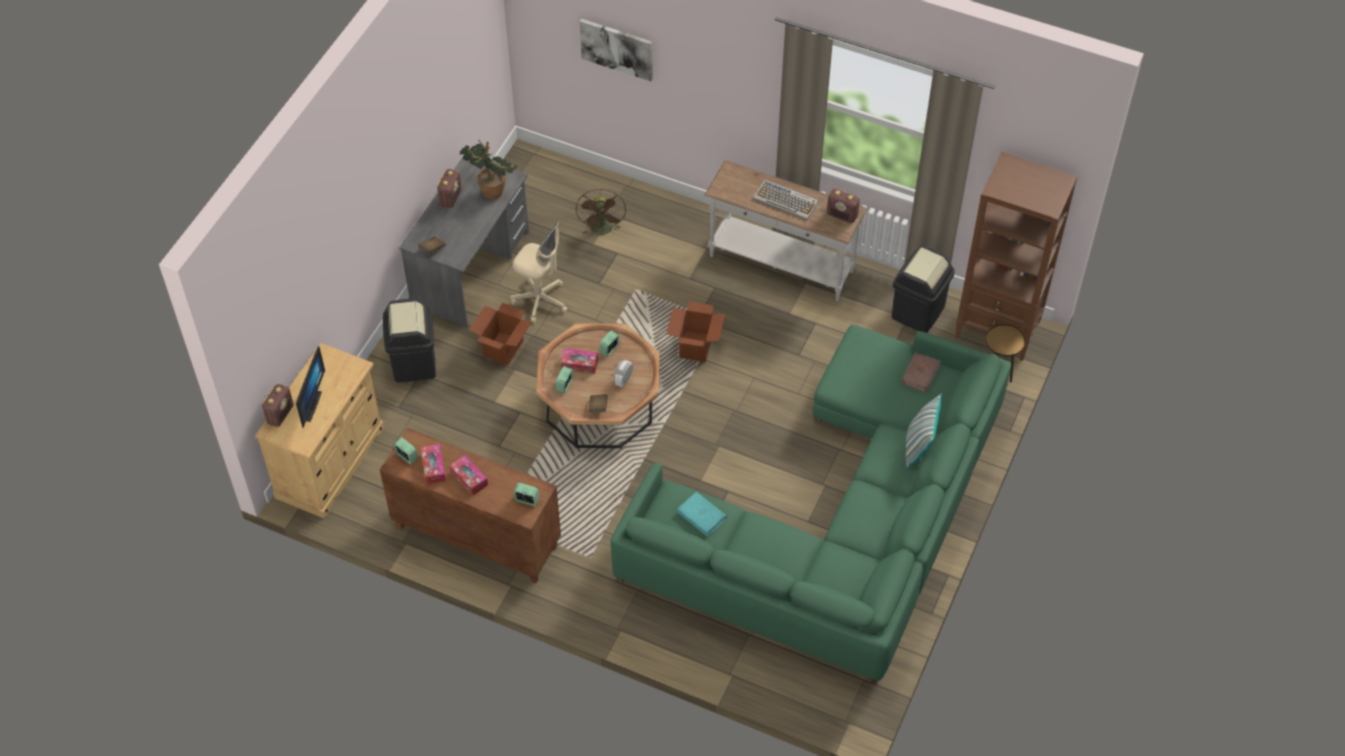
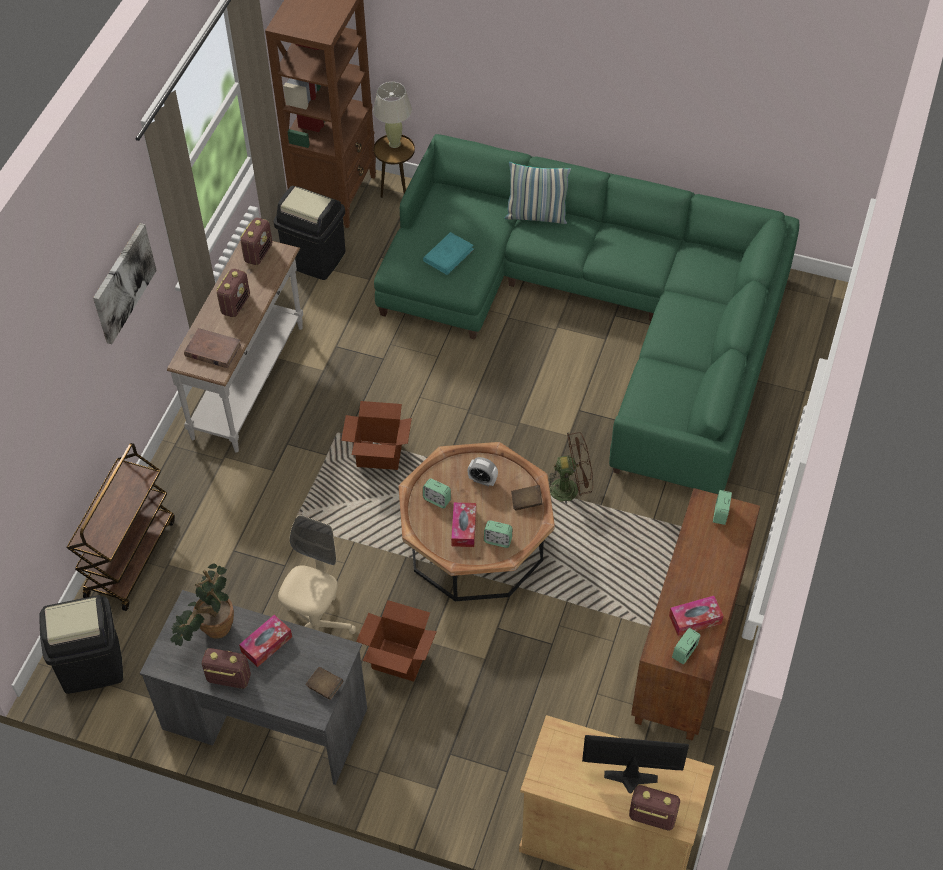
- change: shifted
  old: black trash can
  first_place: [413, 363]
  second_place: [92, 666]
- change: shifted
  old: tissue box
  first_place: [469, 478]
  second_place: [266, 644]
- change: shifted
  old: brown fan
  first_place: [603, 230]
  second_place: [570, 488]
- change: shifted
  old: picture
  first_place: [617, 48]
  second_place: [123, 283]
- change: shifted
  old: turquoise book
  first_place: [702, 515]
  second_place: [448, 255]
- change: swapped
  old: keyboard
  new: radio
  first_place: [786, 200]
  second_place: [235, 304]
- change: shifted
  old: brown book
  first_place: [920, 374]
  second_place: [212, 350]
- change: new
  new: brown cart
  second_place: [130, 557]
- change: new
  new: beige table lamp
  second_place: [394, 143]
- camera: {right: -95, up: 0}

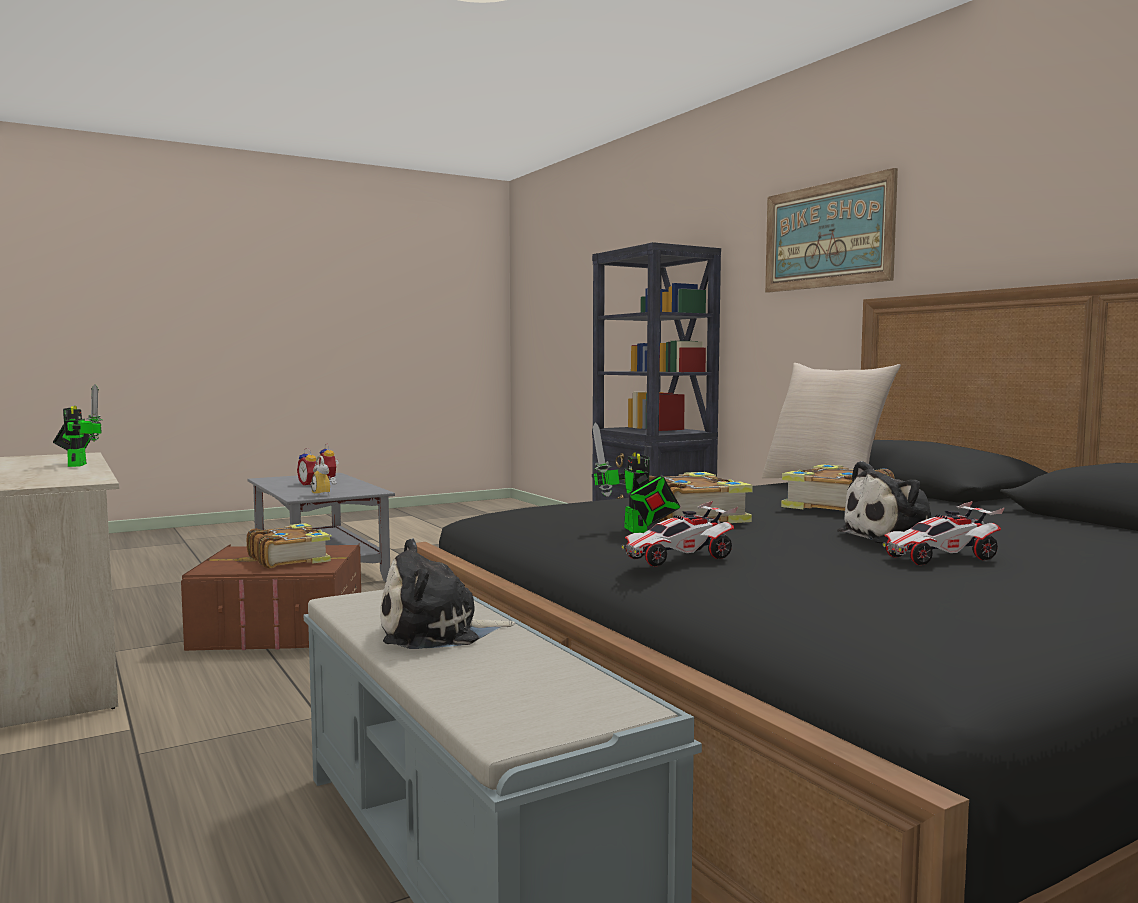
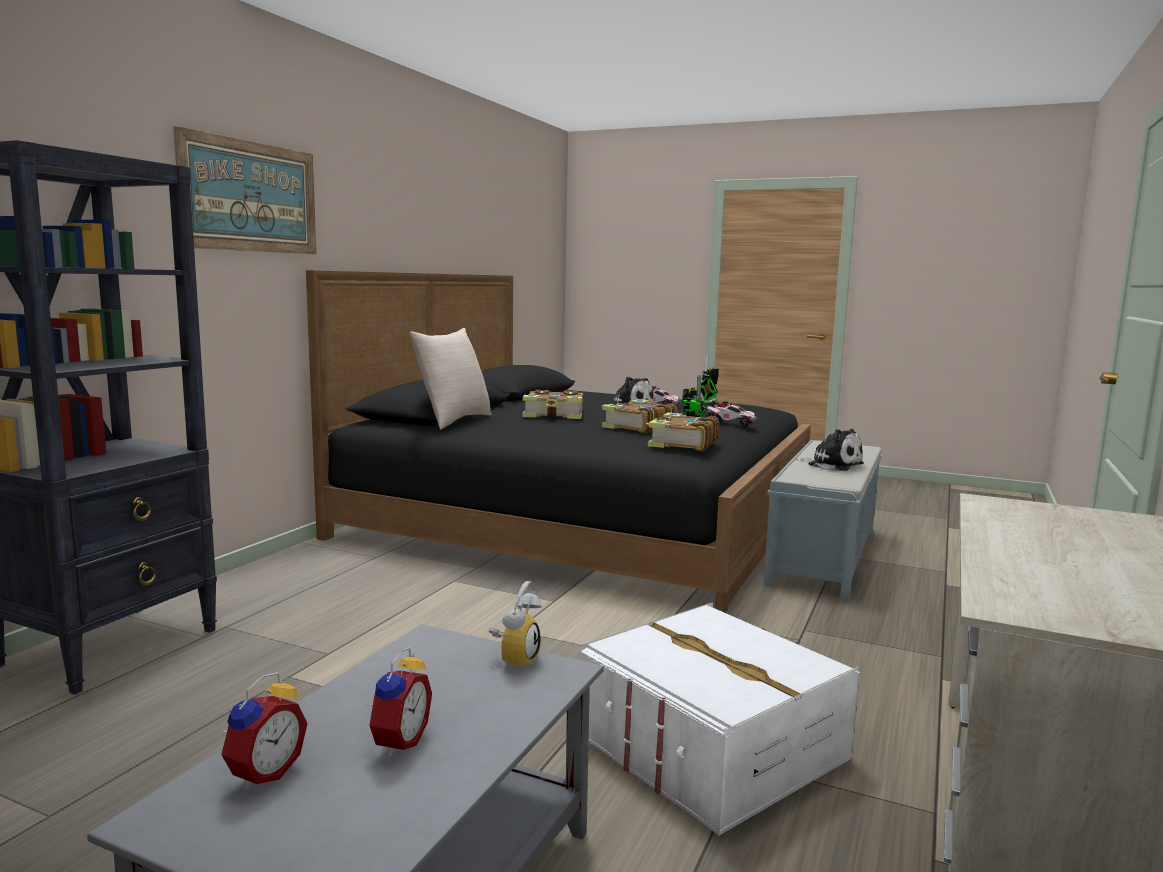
- change: shifted
  old: toy robot
  first_place: [78, 464]
  second_place: [708, 402]
- change: repainted
  old: brown storage box
  new: white storage box
  first_place: [280, 628]
  second_place: [712, 748]
- change: shifted
  old: book
  first_place: [289, 559]
  second_place: [682, 444]
- camera: {right: -125, up: 5}

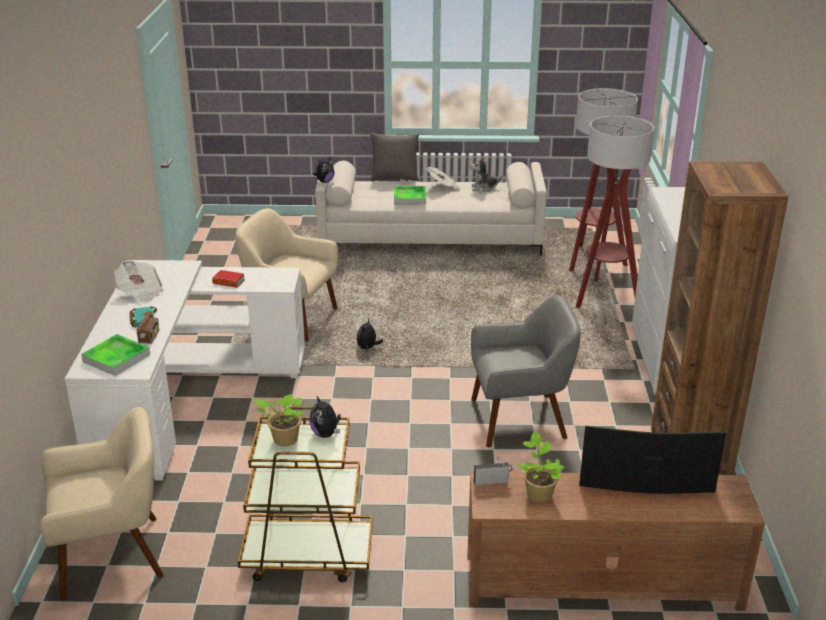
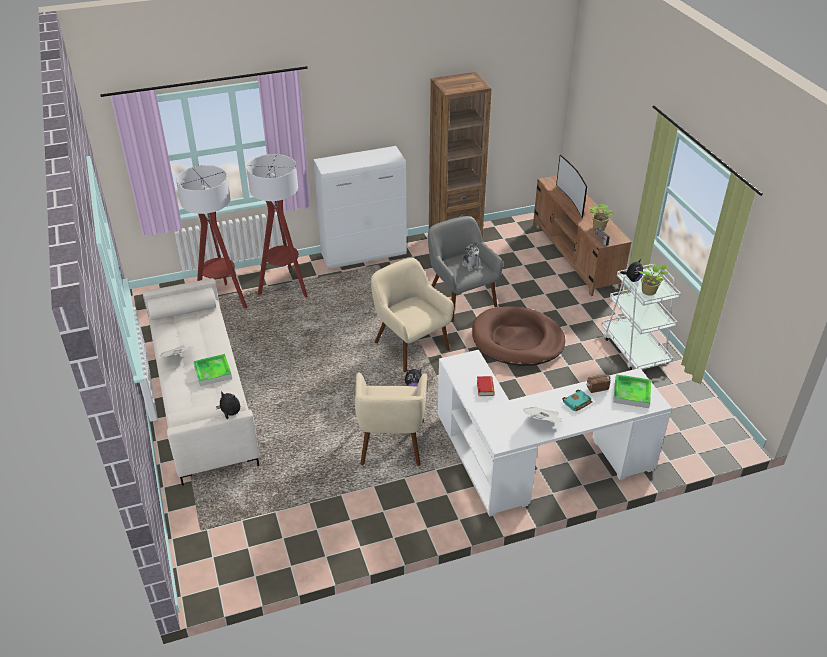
- change: shifted
  old: beige armchair
  first_place: [113, 556]
  second_place: [410, 346]
- change: repainted
  old: brown cart
  new: white cart
  first_place: [307, 555]
  second_place: [634, 349]
- change: gone
  old: grey pillow
  first_place: [394, 178]
- change: shifted
  old: plush toy
  first_place: [483, 188]
  second_place: [471, 264]
- change: new
  new: brown dog bed
  second_place: [517, 340]
- camera: {right: -110, up: 10}

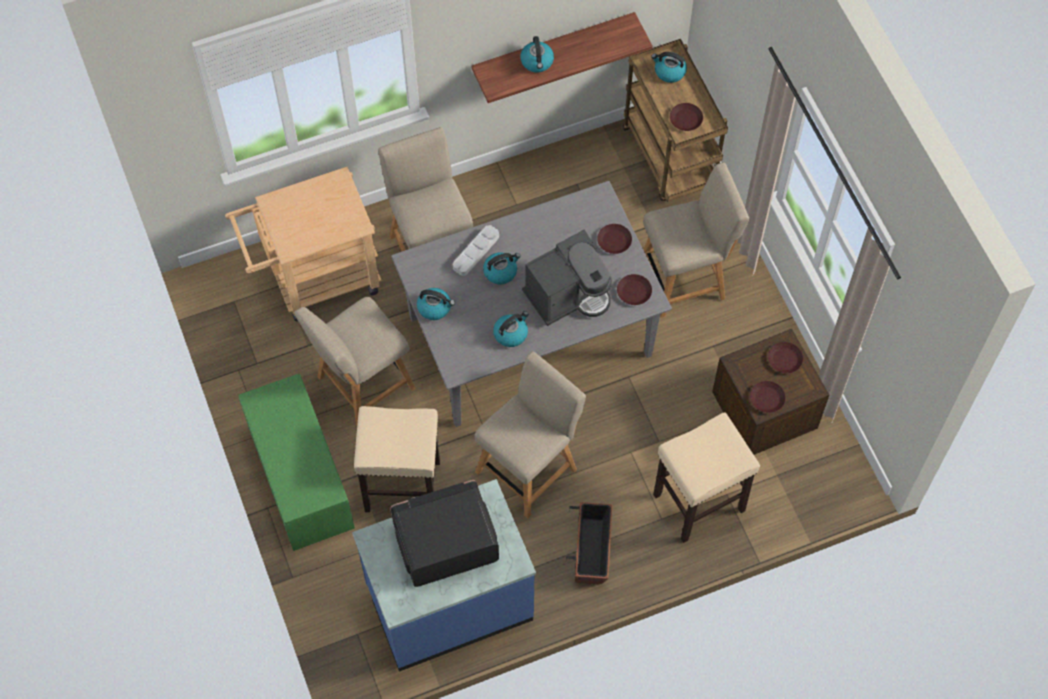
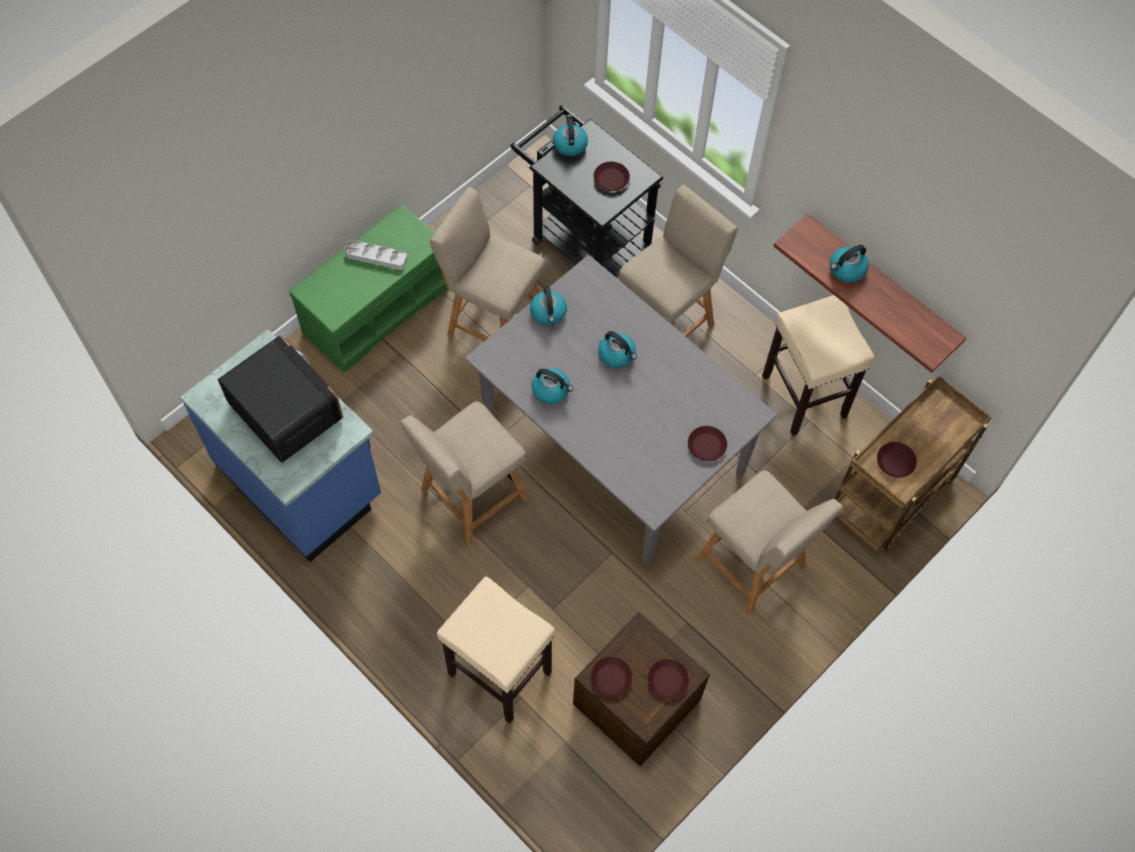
- change: repainted
  old: beige cart
  new: black cart
  first_place: [315, 280]
  second_place: [583, 239]
- change: shifted
  old: beige stool
  first_place: [403, 485]
  second_place: [805, 397]
- change: shifted
  old: grey tray
  first_place: [476, 252]
  second_place: [376, 257]
- change: rotated
  old: beige chair
  first_place: [529, 467]
  second_place: [470, 497]
  degrees: 120
- change: gone
  old: coffee machine
  first_place: [568, 295]
- change: gone
  old: planter
  first_place: [591, 550]
- change: shifted
  old: brown plate
  first_place: [634, 292]
  second_place: [611, 179]
- change: shifted
  old: kettle
  first_place: [669, 72]
  second_place: [570, 144]
- camera: {right: 65, up: 0}

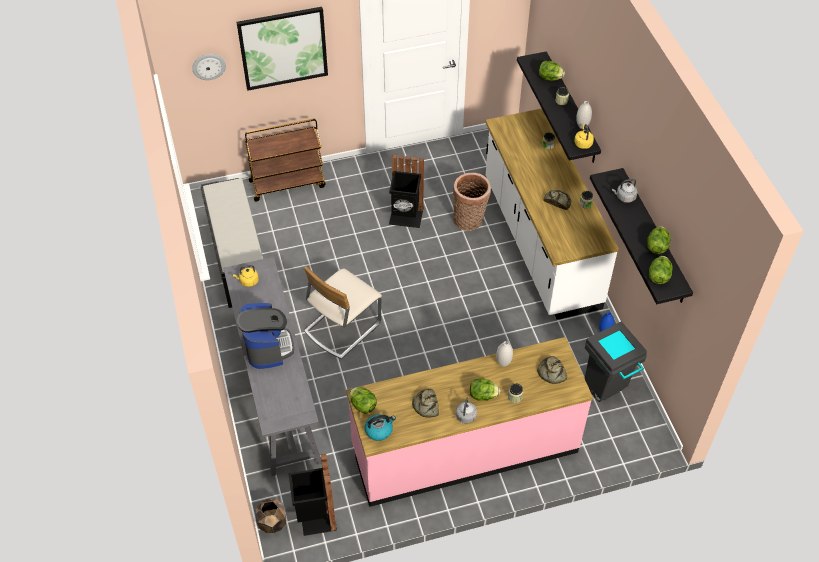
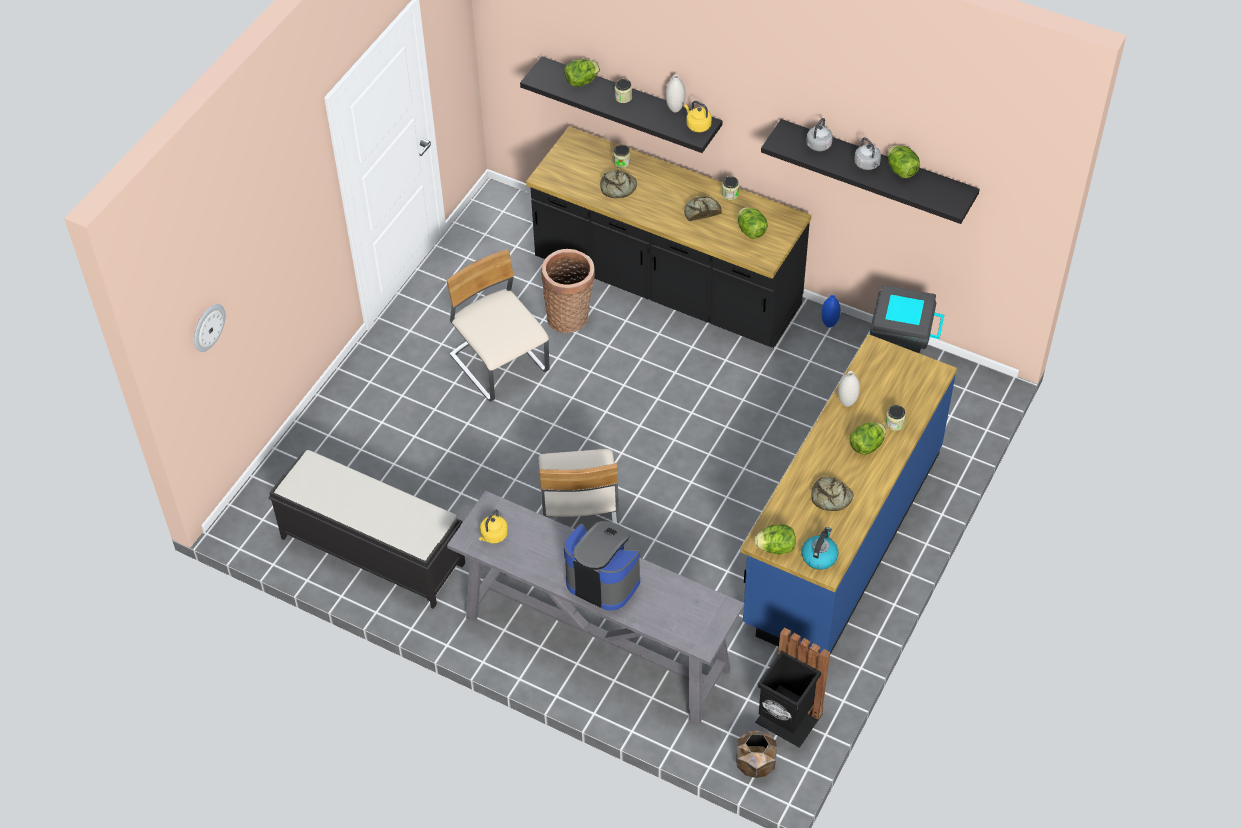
- change: gone
  old: picture
  first_place: [283, 48]
- change: gone
  old: brown cart
  first_place: [288, 183]
- change: repainted
  old: pink counter
  new: blue counter
  first_place: [464, 449]
  second_place: [841, 538]
- change: swapped
  old: black trash can
  new: beige chair
  first_place: [406, 217]
  second_place: [500, 364]
- change: shifted
  old: grey kettle
  first_place: [465, 417]
  second_place: [867, 164]
- change: repainted
  old: white counter
  new: black counter
  first_place: [539, 243]
  second_place: [666, 286]
- change: shifted
  old: bread
  first_place: [551, 372]
  second_place: [617, 188]
- change: shifted
  old: lettuce
  first_place: [658, 276]
  second_place: [751, 231]
- camera: {right: -45, up: 0}

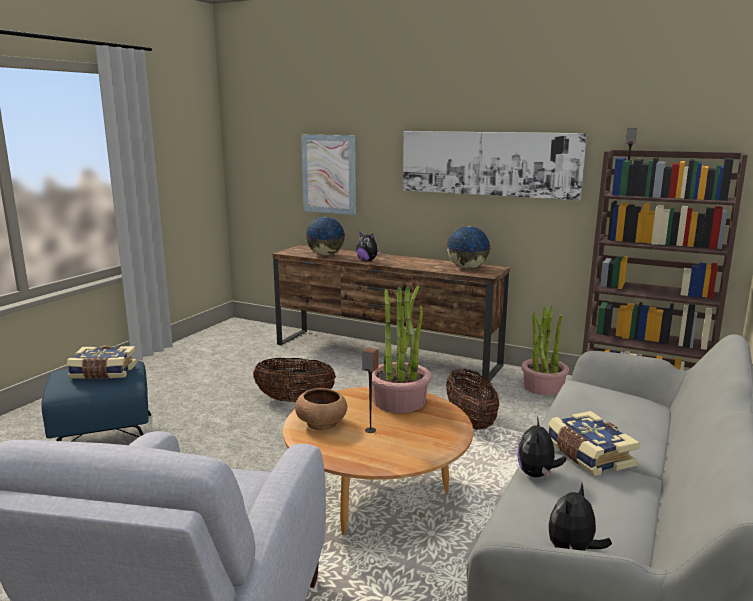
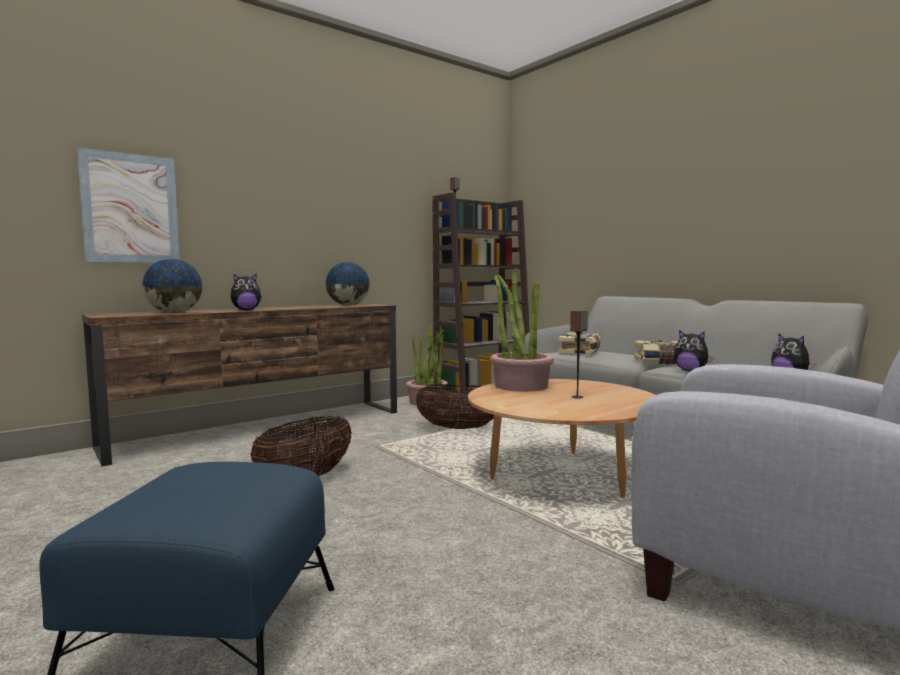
- change: shifted
  old: book
  first_place: [103, 373]
  second_place: [580, 352]
- change: gone
  old: brown bowl
  first_place: [322, 423]
- change: gone
  old: picture
  first_place: [488, 163]
- camera: {right: -65, up: -10}

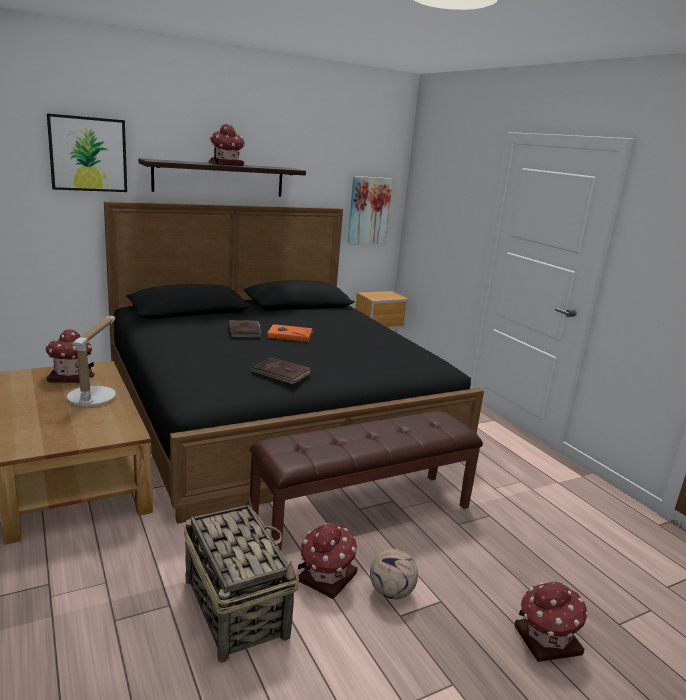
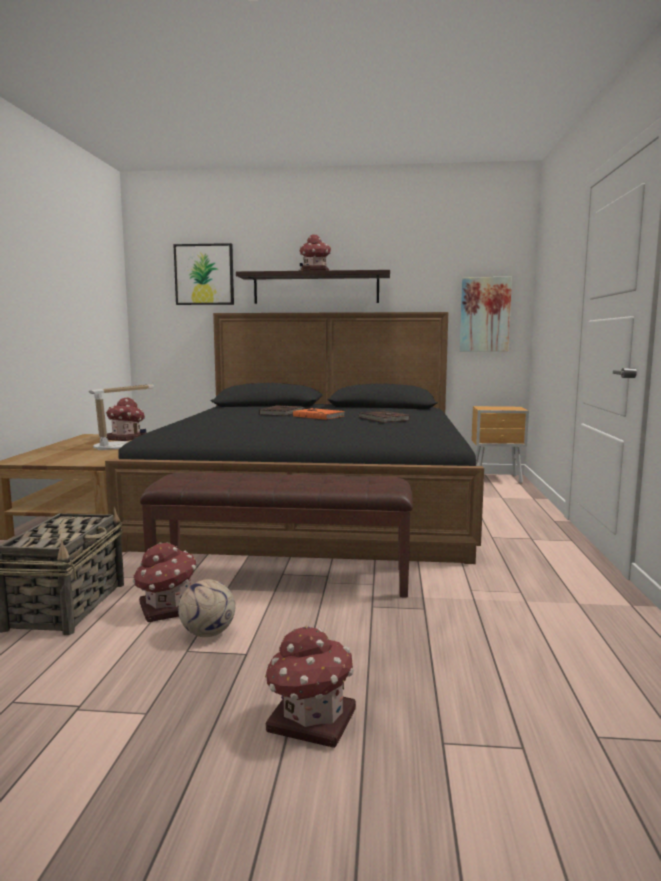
- change: shifted
  old: brown book
  first_place: [281, 374]
  second_place: [383, 419]
- camera: {right: 35, up: -10}

